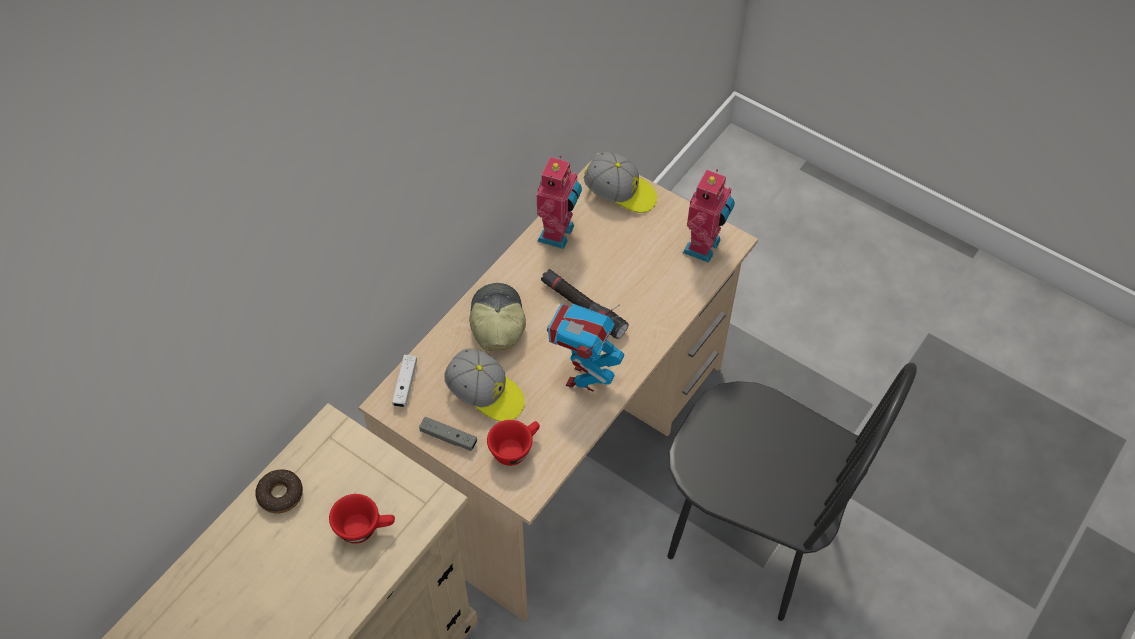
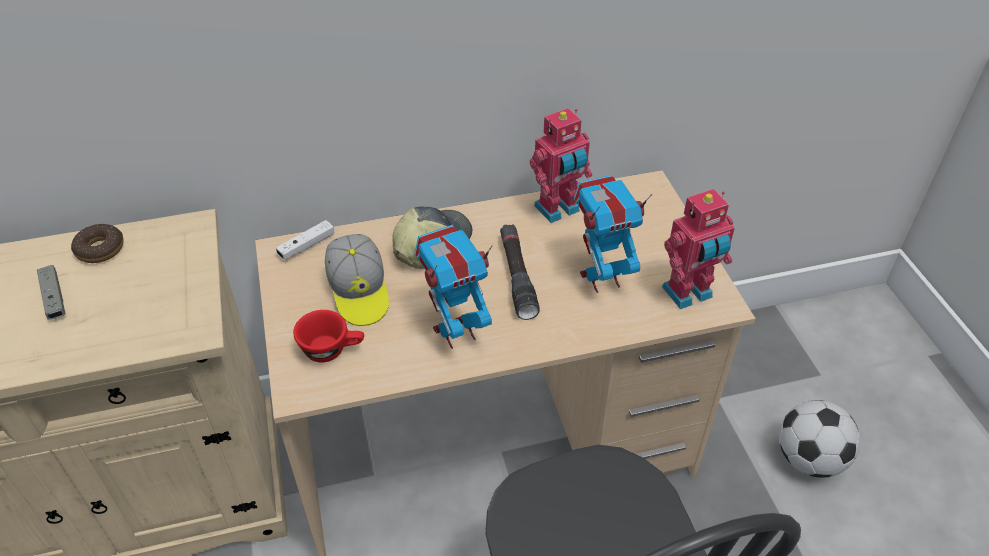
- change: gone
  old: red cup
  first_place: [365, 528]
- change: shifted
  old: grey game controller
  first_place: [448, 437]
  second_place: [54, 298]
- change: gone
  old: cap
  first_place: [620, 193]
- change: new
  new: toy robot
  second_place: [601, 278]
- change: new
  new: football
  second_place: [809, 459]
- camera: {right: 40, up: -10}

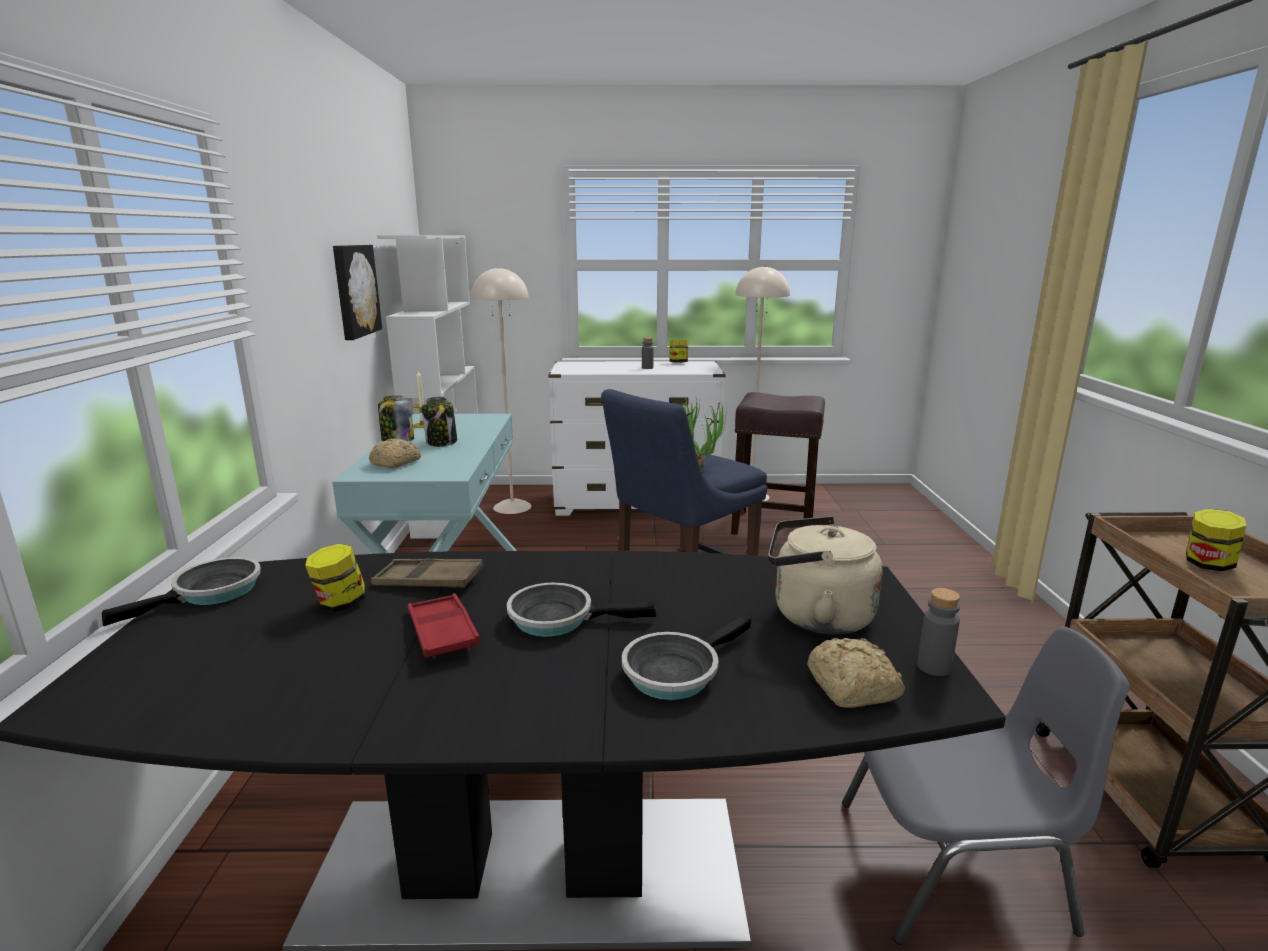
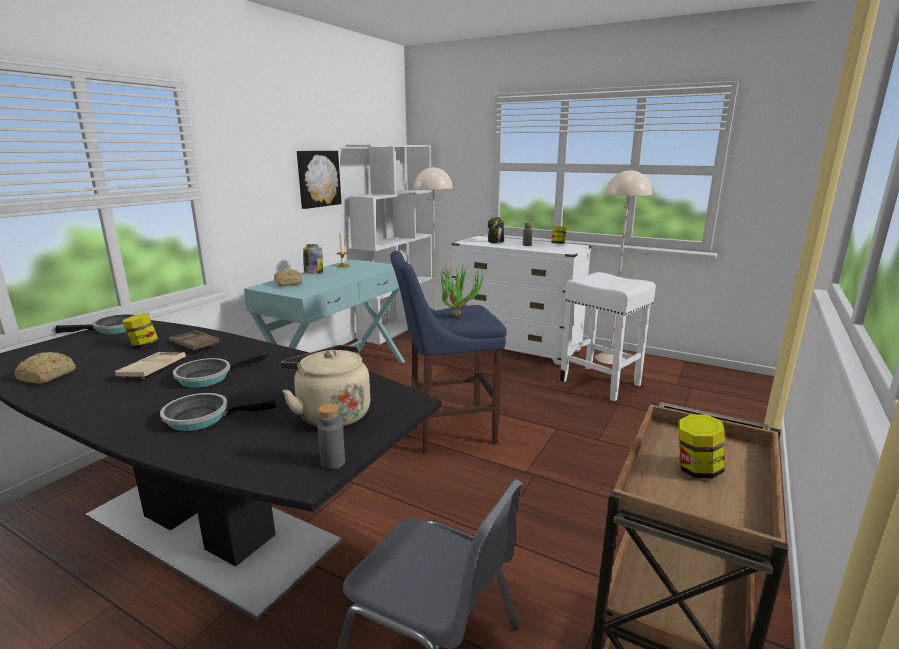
- change: repainted
  old: red tray
  new: beige tray
  first_place: [442, 632]
  second_place: [153, 369]
- change: shifted
  old: jar
  first_place: [442, 442]
  second_place: [496, 242]
- change: rotated
  old: frying pan
  first_place: [558, 618]
  second_place: [209, 377]
  degrees: -75
- change: repainted
  old: brown stool
  new: white stool
  first_place: [774, 526]
  second_place: [601, 383]
- change: shifted
  old: bread
  first_place: [852, 688]
  second_place: [45, 377]
- camera: {right: 30, up: 0}

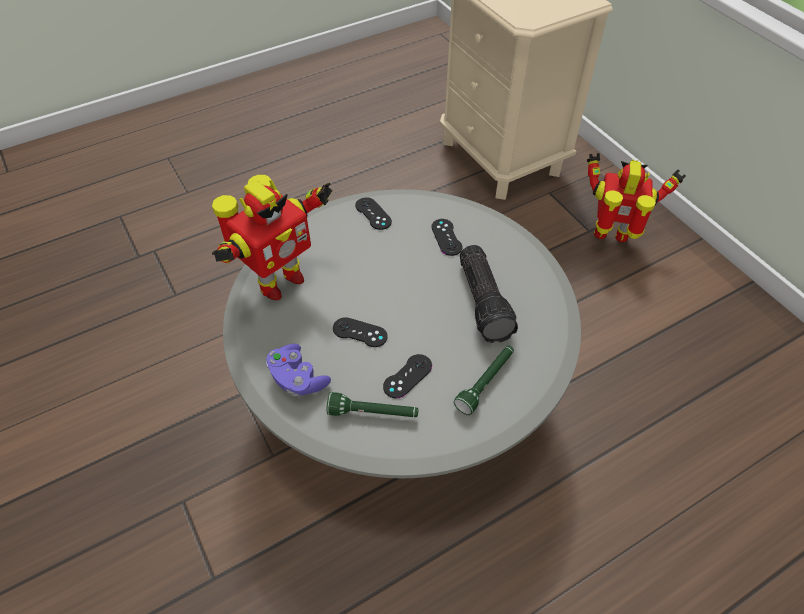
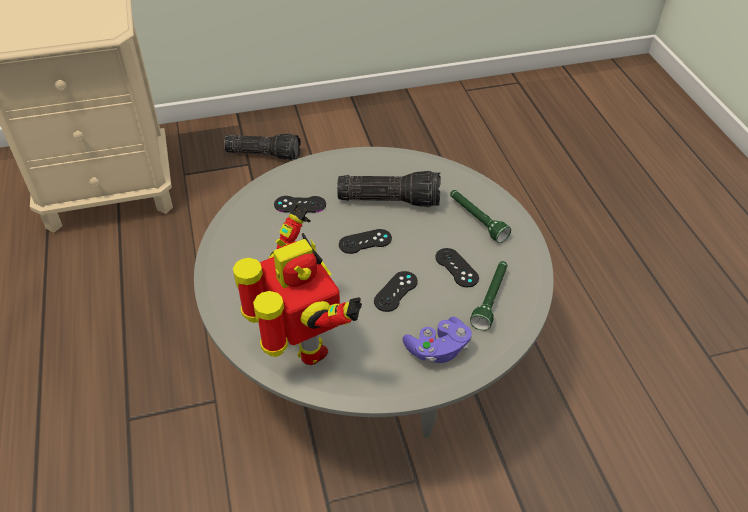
- change: shifted
  old: black game controller
  first_place: [373, 214]
  second_place: [365, 241]
- change: swapped
  old: toy robot
  new: flashlight
  first_place: [612, 237]
  second_place: [264, 153]
- camera: {right: -75, up: -5}

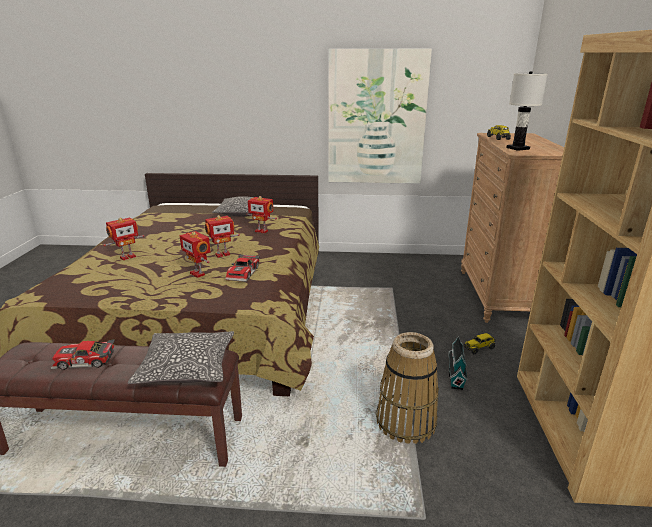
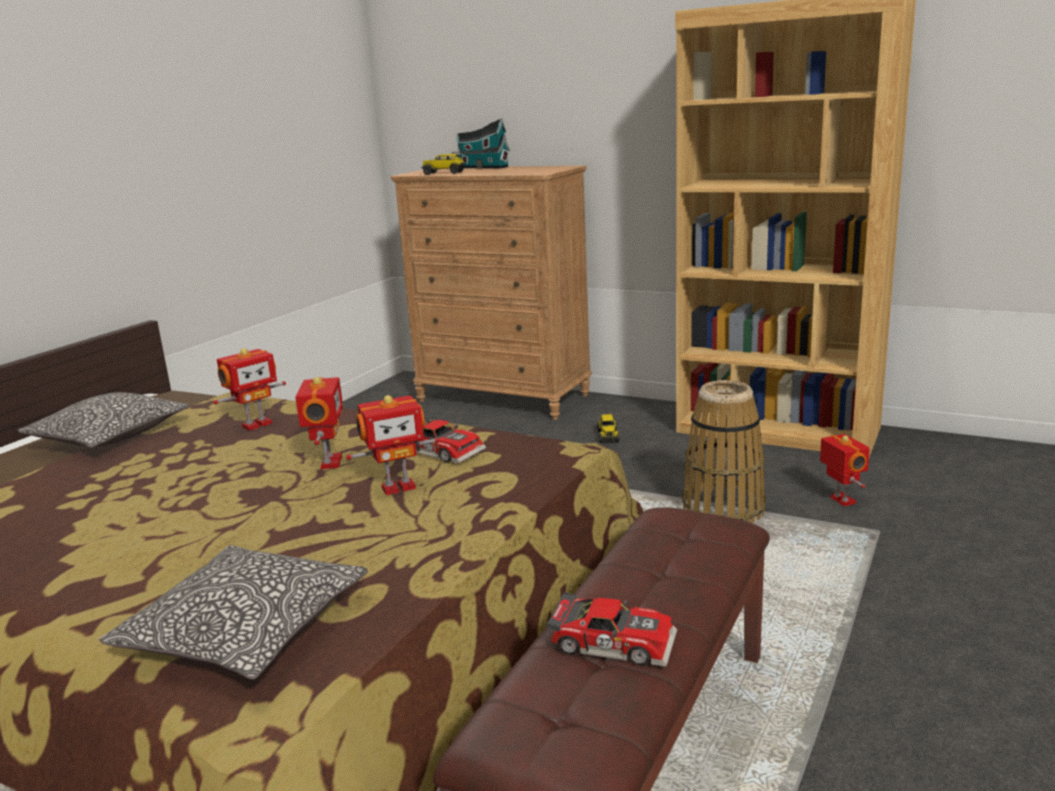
- change: rotated
  old: toy car
  first_place: [84, 361]
  second_place: [613, 640]
  degrees: -90
- change: shifted
  old: toy robot
  first_place: [127, 257]
  second_place: [841, 500]
- change: shifted
  old: pillow
  first_place: [187, 367]
  second_place: [245, 630]
- change: gone
  old: picture
  first_place: [376, 118]
- change: shifted
  old: toy house
  first_place: [456, 374]
  second_place: [482, 167]
- change: gone
  old: white table lamp
  first_place: [518, 148]
- camera: {right: -65, up: -5}

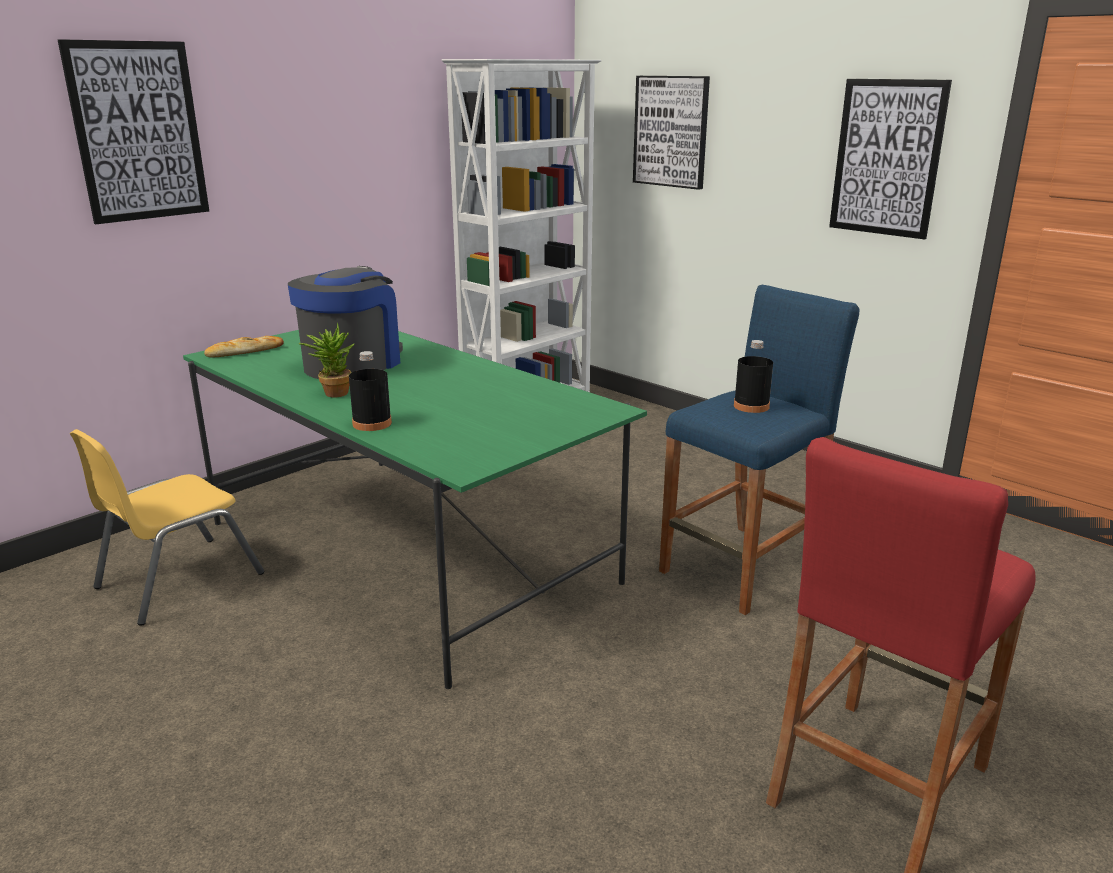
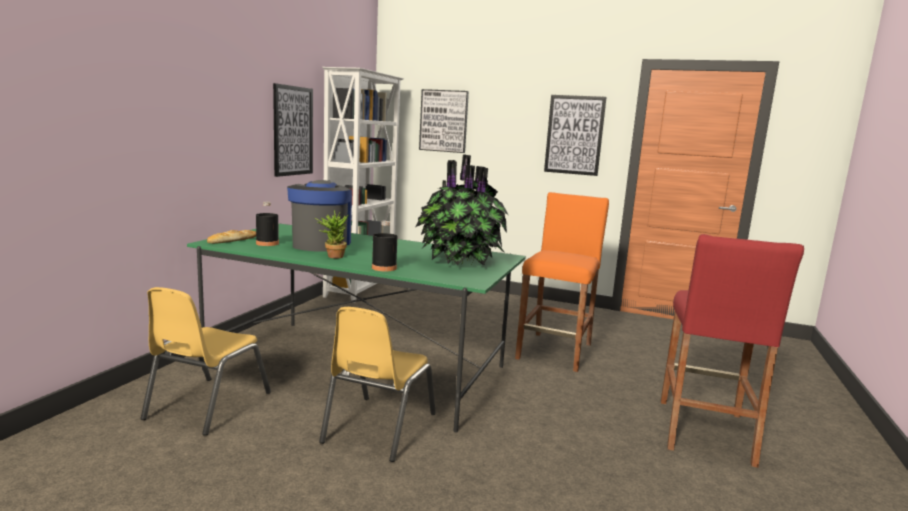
- change: shifted
  old: picture
  first_place: [138, 132]
  second_place: [293, 131]
- change: repainted
  old: blue stool
  new: orange stool
  first_place: [743, 567]
  second_place: [555, 351]
- change: shifted
  old: black bottle
  first_place: [751, 406]
  second_place: [267, 243]
- change: new
  new: yellow chair
  second_place: [378, 428]
- change: new
  new: potted plant
  second_place: [459, 262]
- camera: {right: -25, up: -10}

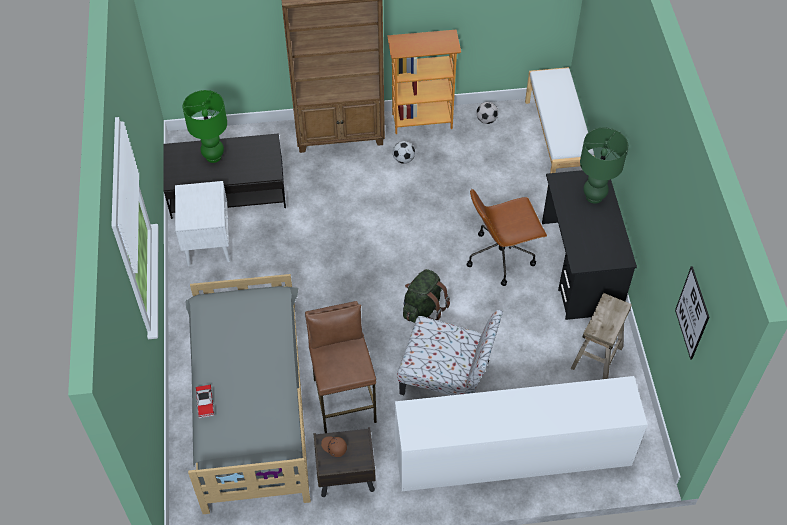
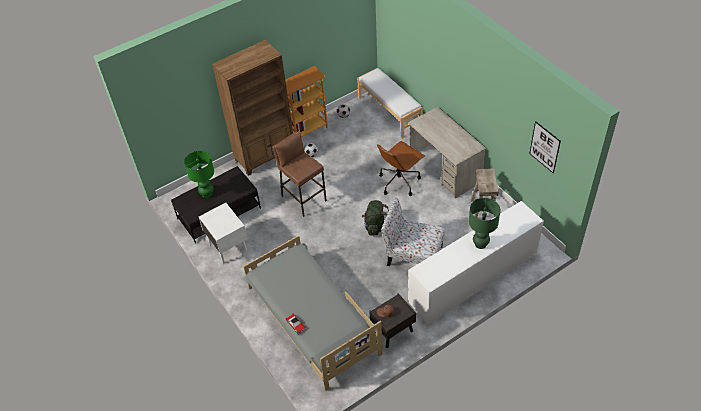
- change: shifted
  old: brown stool
  first_place: [344, 400]
  second_place: [303, 198]
- change: rotated
  old: chair
  first_place: [447, 377]
  second_place: [413, 255]
  degrees: -150
- change: repainted
  old: black desk
  new: beige desk
  first_place: [580, 267]
  second_place: [444, 169]
- change: shifted
  old: green table lamp
  first_place: [594, 197]
  second_place: [480, 244]
- camera: {right: -25, up: -5}

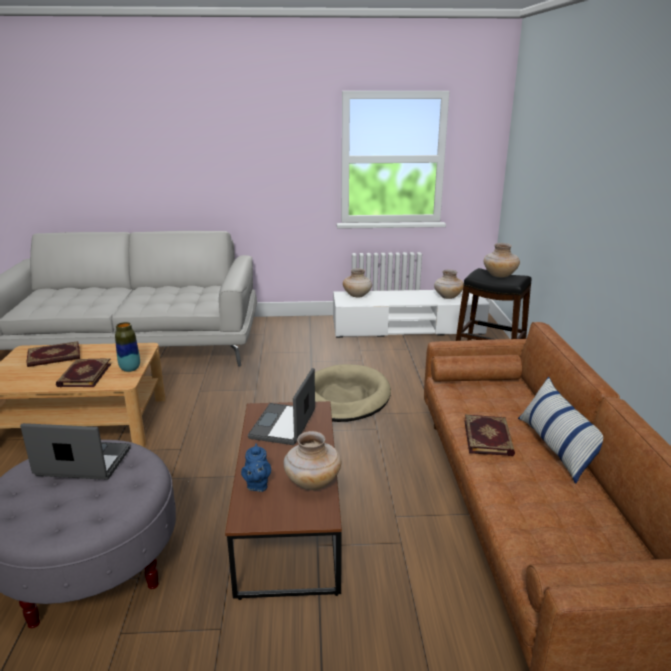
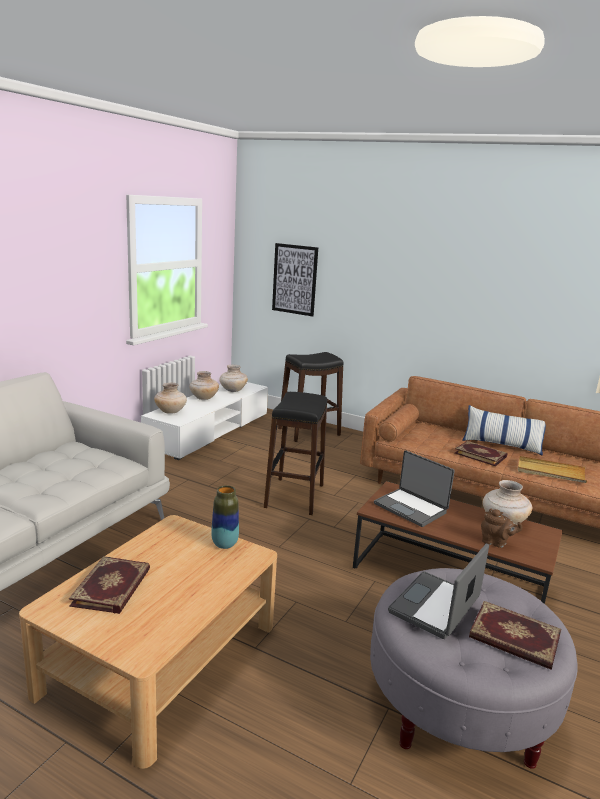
- change: shifted
  old: book
  first_place: [84, 375]
  second_place: [514, 638]
- change: repainted
  old: blue teapot
  new: brown teapot
  first_place: [257, 485]
  second_place: [496, 543]
- change: swapped
  old: beige dog bed
  new: black stool
  first_place: [344, 397]
  second_place: [294, 496]
- change: shifted
  old: beige vase
  first_place: [499, 275]
  second_place: [203, 398]
- change: new
  new: picture
  second_place: [294, 279]
- change: new
  new: beige tray
  second_place: [550, 472]
- camera: {right: -60, up: -5}

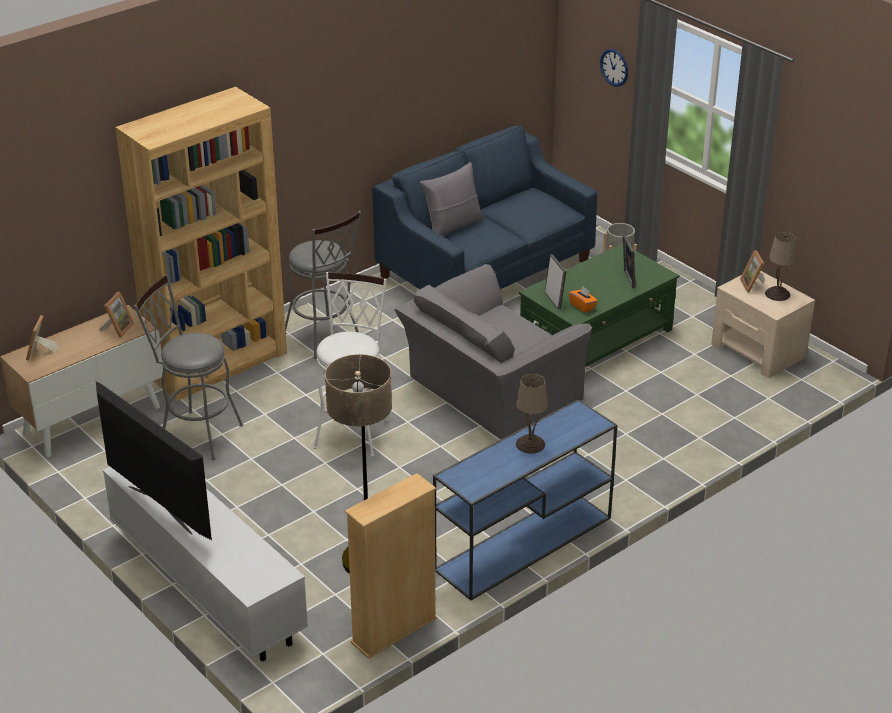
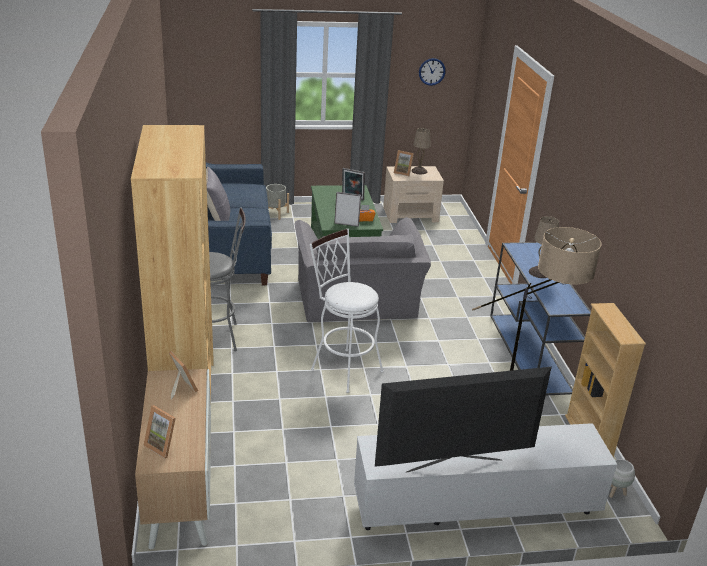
- change: gone
  old: grey stool
  first_place: [195, 433]
- change: shifted
  old: wall clock
  first_place: [614, 67]
  second_place: [432, 71]
- change: new
  new: white planter
  second_place: [615, 493]
- camera: {right: -60, up: -5}

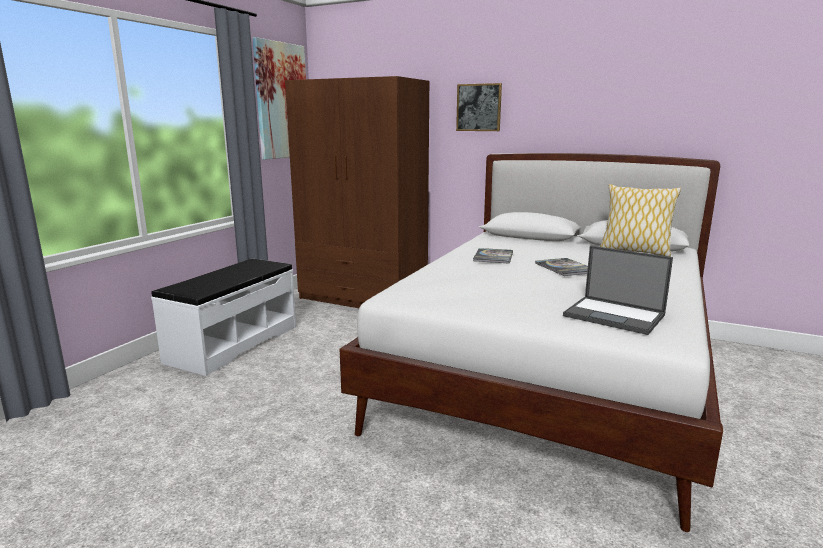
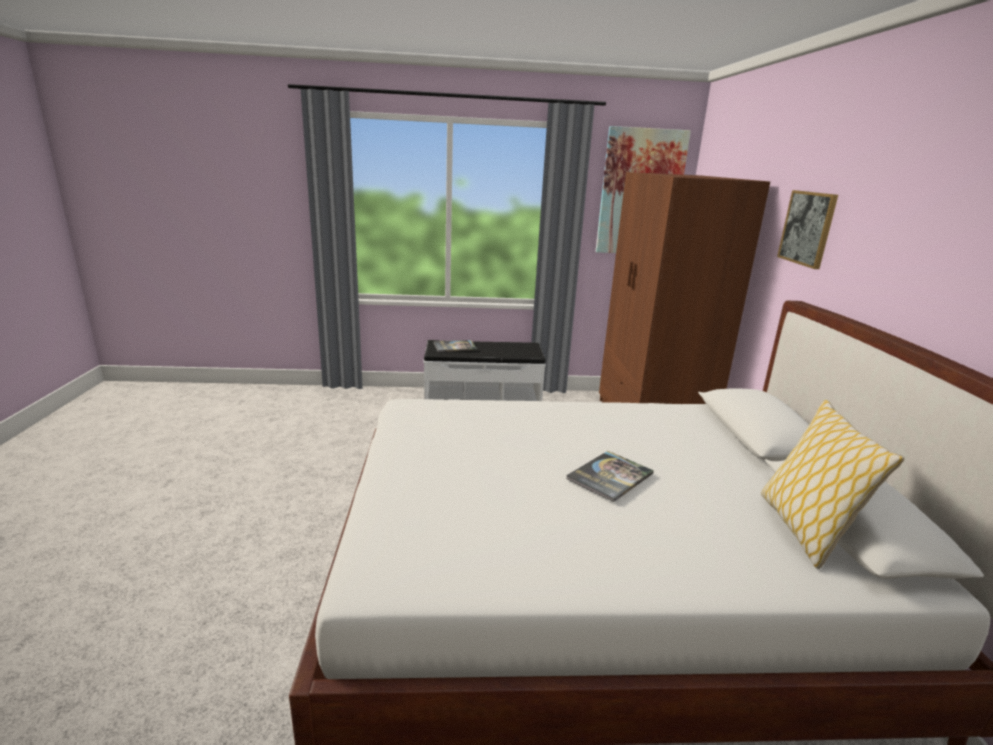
- change: shifted
  old: book
  first_place: [493, 257]
  second_place: [455, 347]
- change: gone
  old: laptop
  first_place: [615, 315]
- camera: {right: 60, up: 5}

